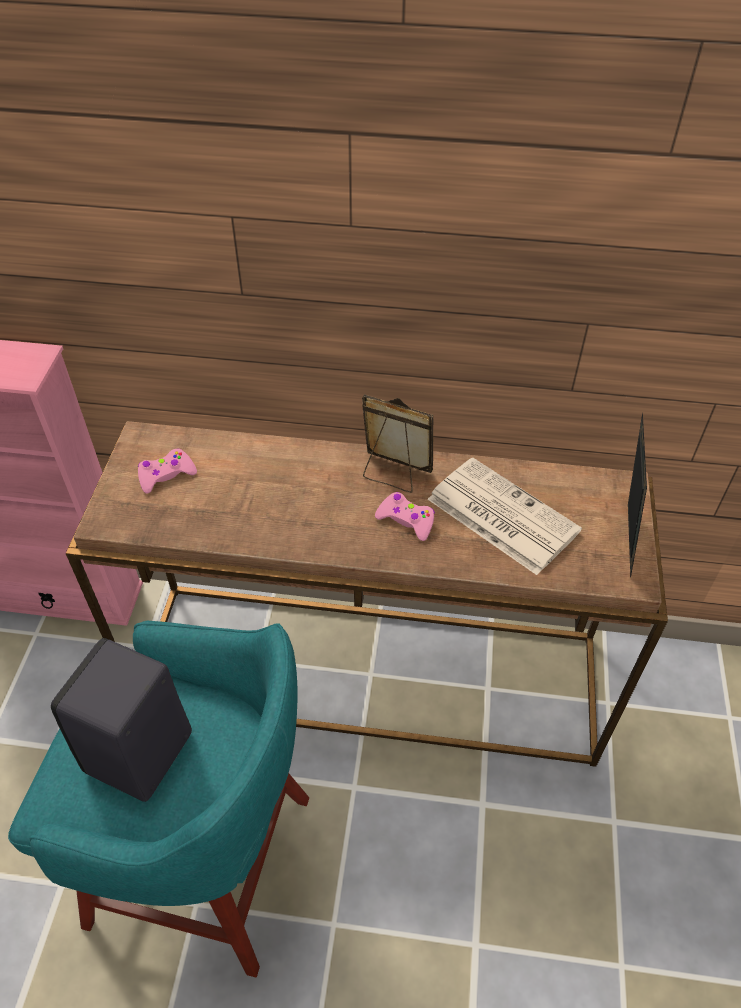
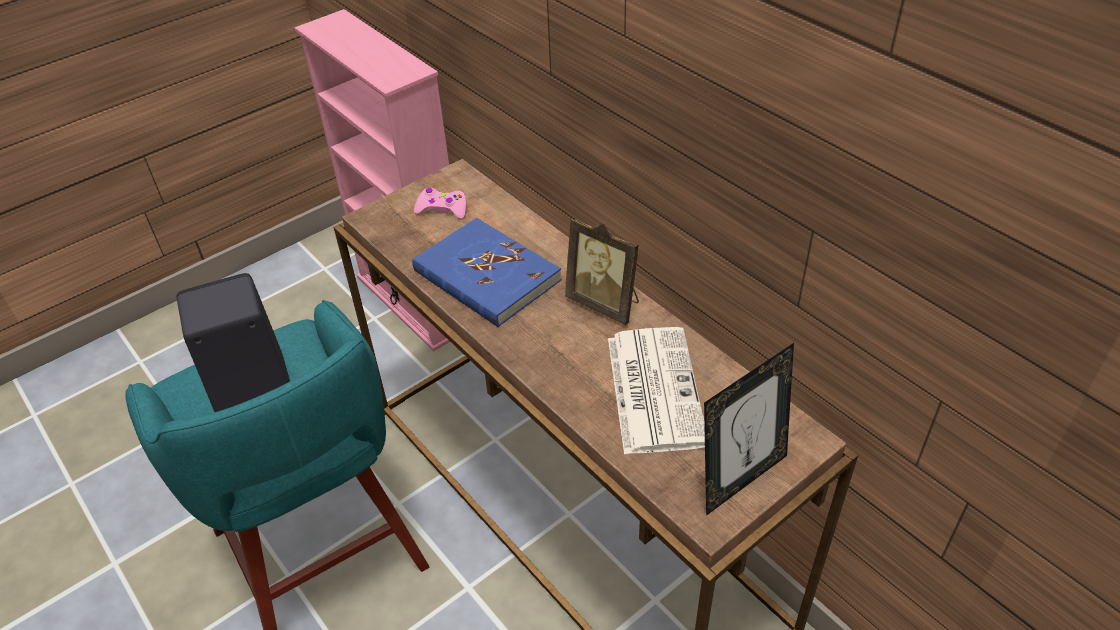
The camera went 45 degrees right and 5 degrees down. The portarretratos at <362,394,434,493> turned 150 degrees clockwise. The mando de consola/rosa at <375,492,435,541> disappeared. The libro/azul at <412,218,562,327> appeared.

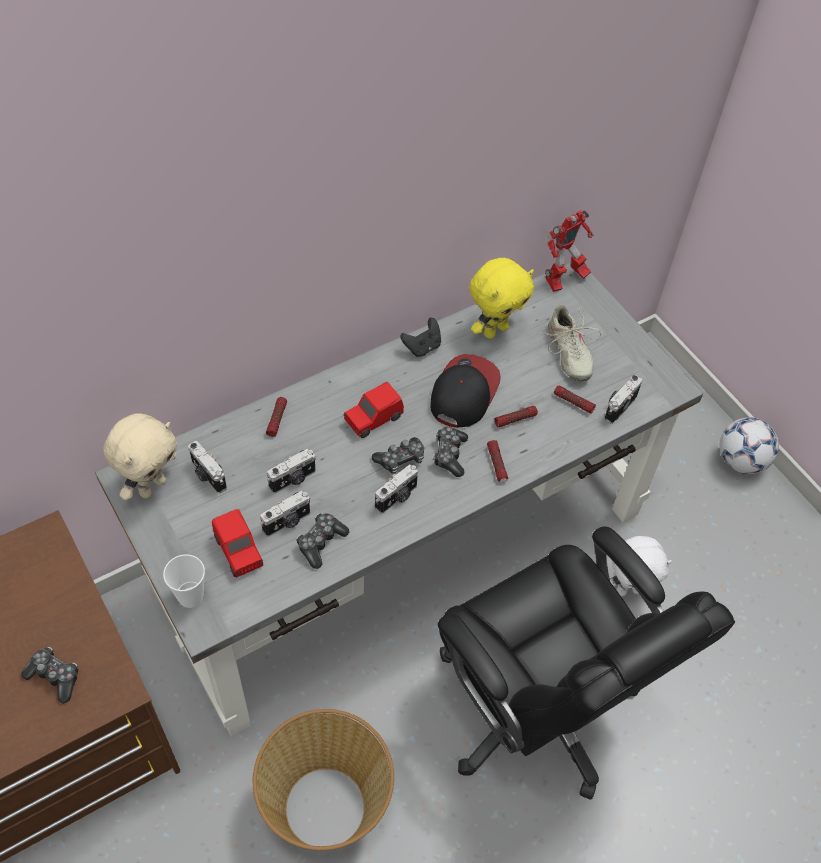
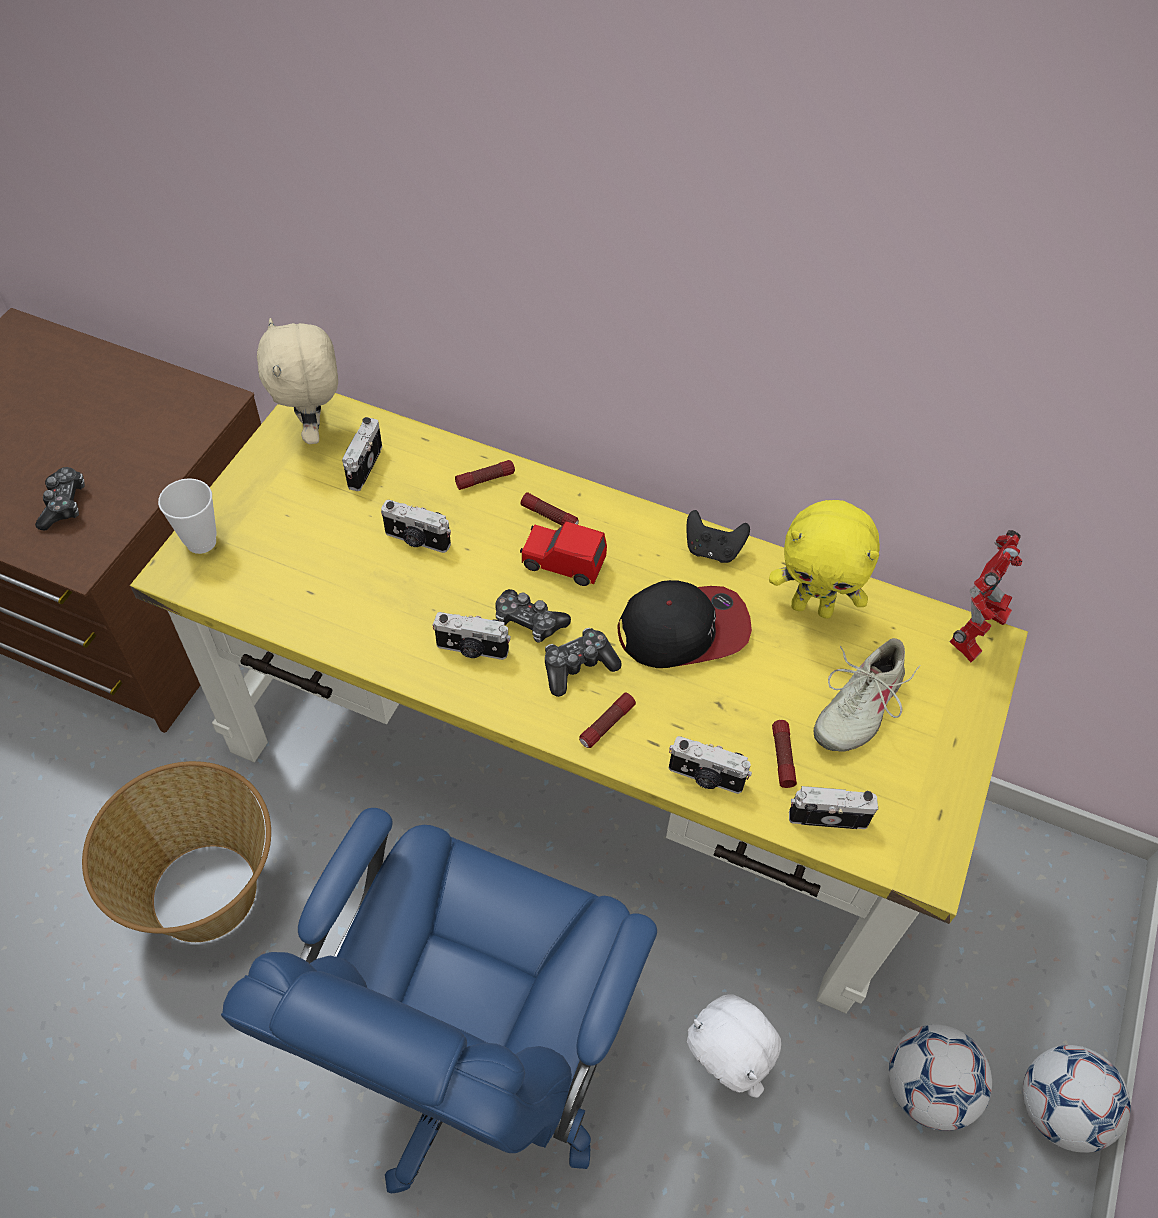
The camera went 55 degrees right and 0 degrees up. The escritorio/gris at <95,262,703,737> became the escritorio/amarillo at <130,393,1028,1014>. The peluche/beis at <103,413,177,500> turned 75 degrees clockwise. The coche de juguete/rojo at <212,509,263,578> disappeared. The cámara moved from <260,491,310,537> to <669,736,752,794>. The mando de consola at <296,513,349,569> disappeared. The silla de oficina/negro at <438,527,735,800> became the silla de oficina/azul at <221,808,657,1193>. The linterna moved from <495,406,538,428> to <520,492,579,526>. The robot de juguete at <545,210,593,292> turned 75 degrees counterclockwise. The balón de fútbol at <889,1024,992,1131> appeared.

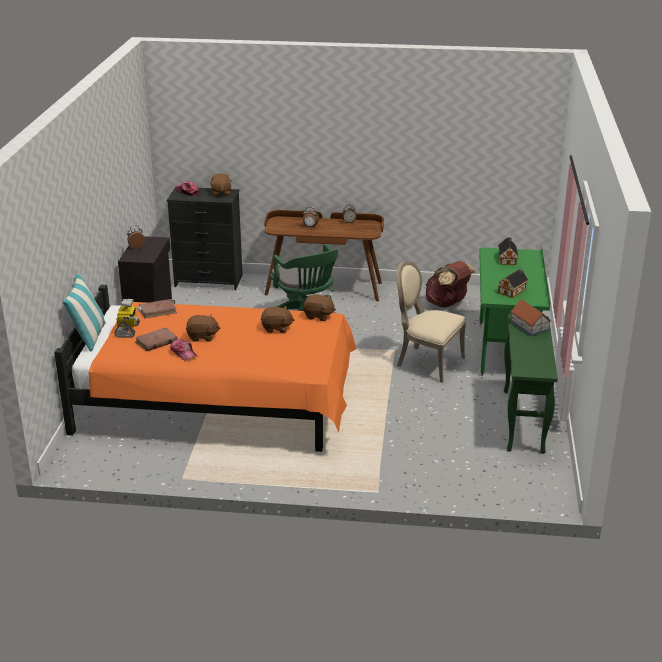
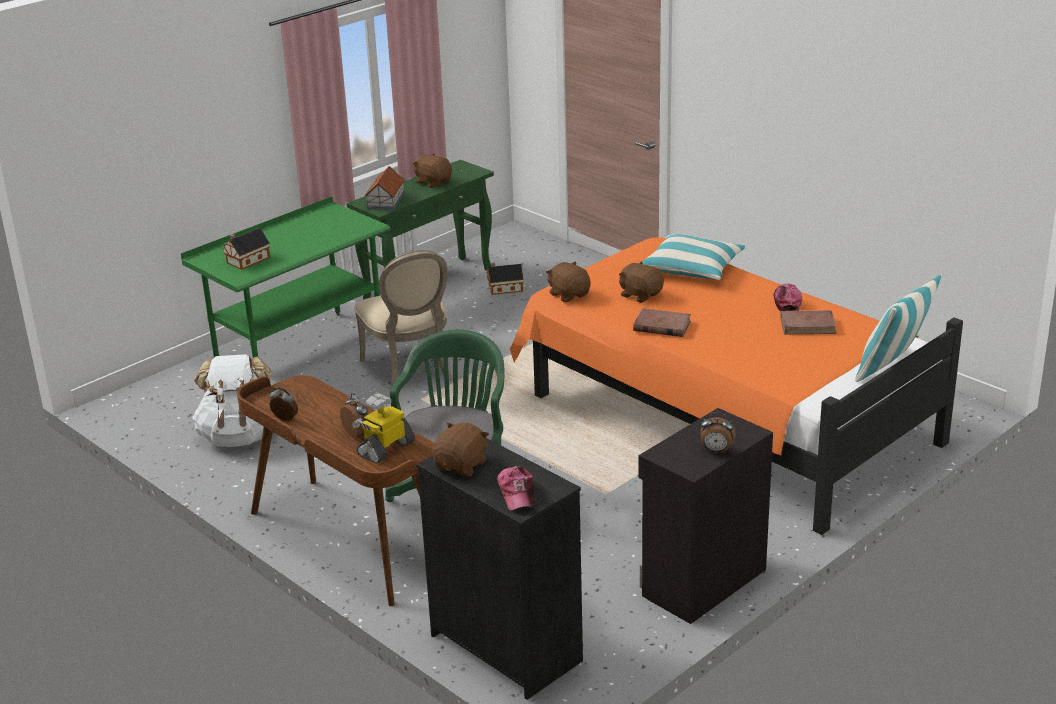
The camera went 140 degrees left and 0 degrees up. The robot de juguete moved from <115,299,142,338> to <352,393,415,463>. The libro/marrón moved from <139,299,177,319> to <633,308,691,337>. The peluche/marrón moved from <186,314,220,342> to <413,154,452,188>. The mochila/marrón at <426,261,476,307> became the mochila/blanco at <192,354,272,447>. The casita moved from <498,268,528,298> to <487,263,524,295>. The cojín at <642,234,745,280> appeared.

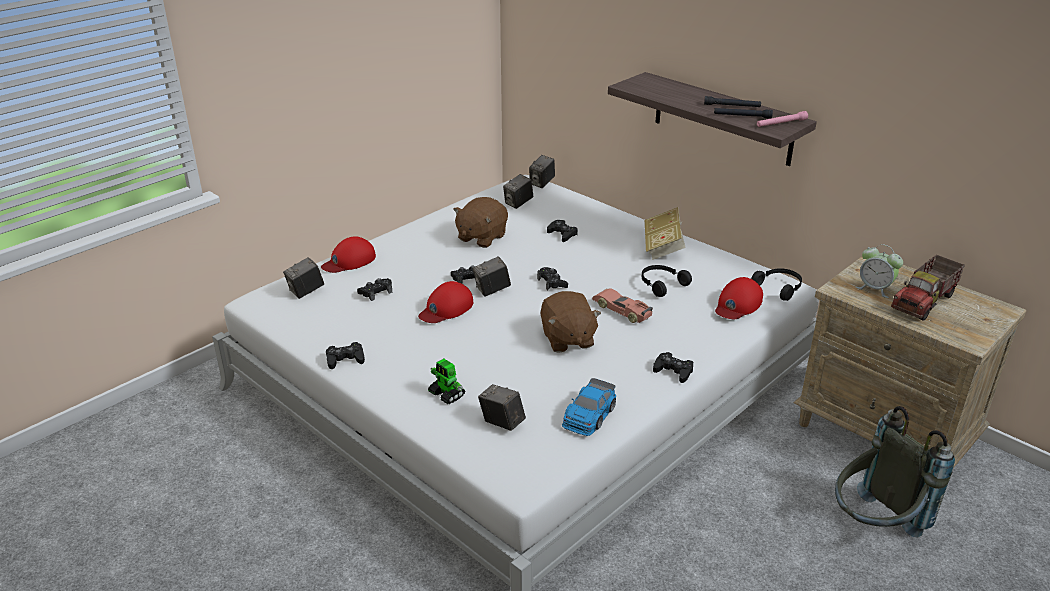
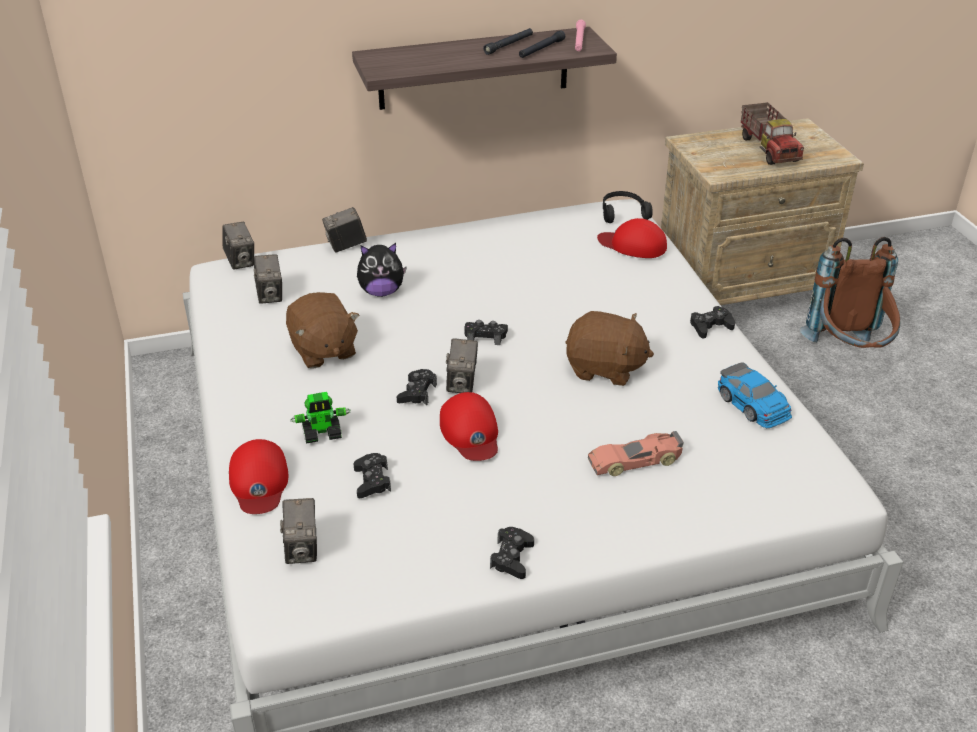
The camera went 60 degrees left and 5 degrees up. The robot de juguete moved from <428,359,465,404> to <290,392,351,444>. The cámara moved from <478,384,526,431> to <322,207,367,252>. The mando de consola/negro at <547,220,578,242> was replaced by the peluche at <357,243,407,297>. The coche de juguete moved from <592,288,653,323> to <588,431,684,476>. The auriculares/negro at <642,265,692,297> disappeared. The libro at <645,207,686,260> disappeared. The gorra/rojo at <715,277,763,319> turned 135 degrees clockwise. The mochila/gris at <835,406,955,538> became the mochila/marrón at <800,237,901,348>. The despertador at <856,244,903,298> disappeared.

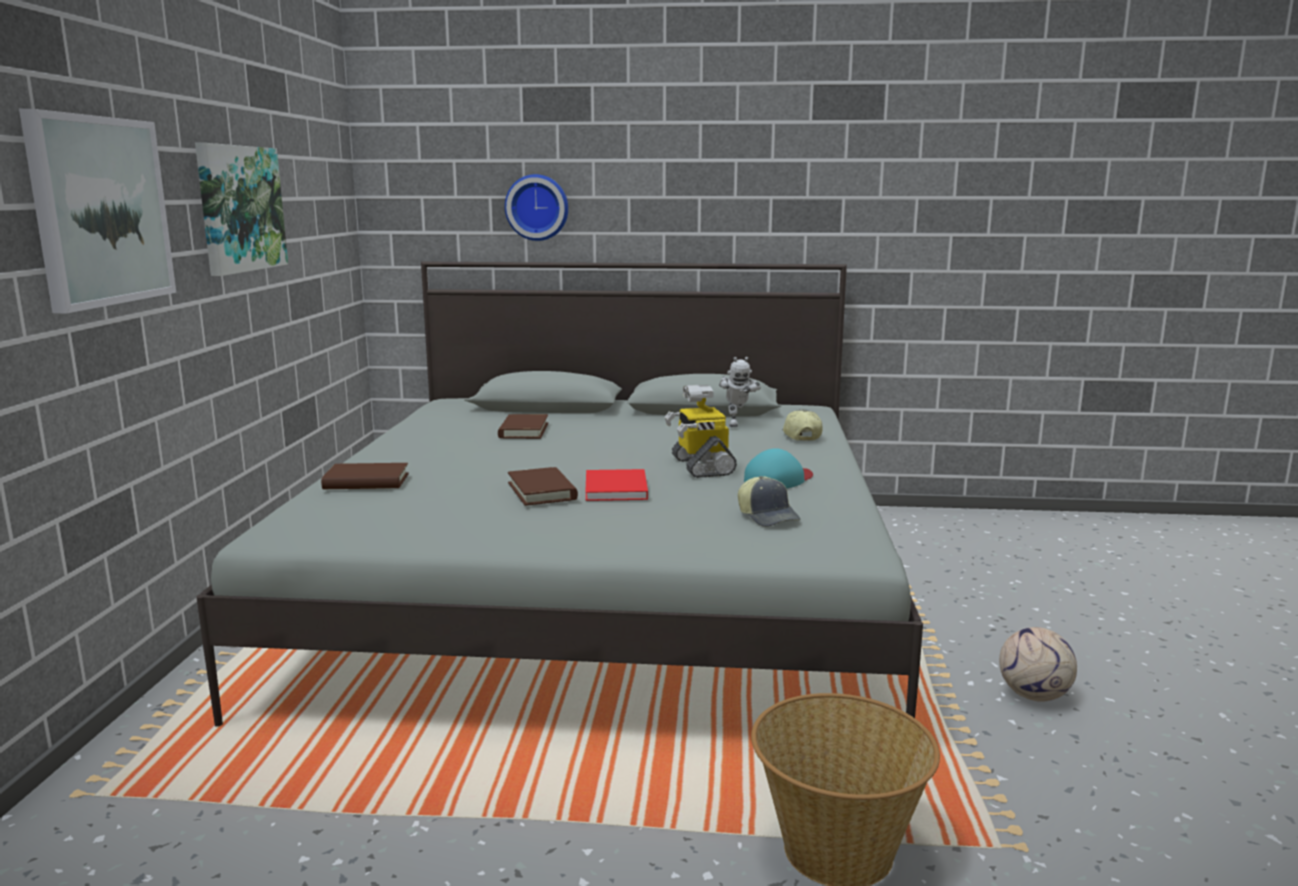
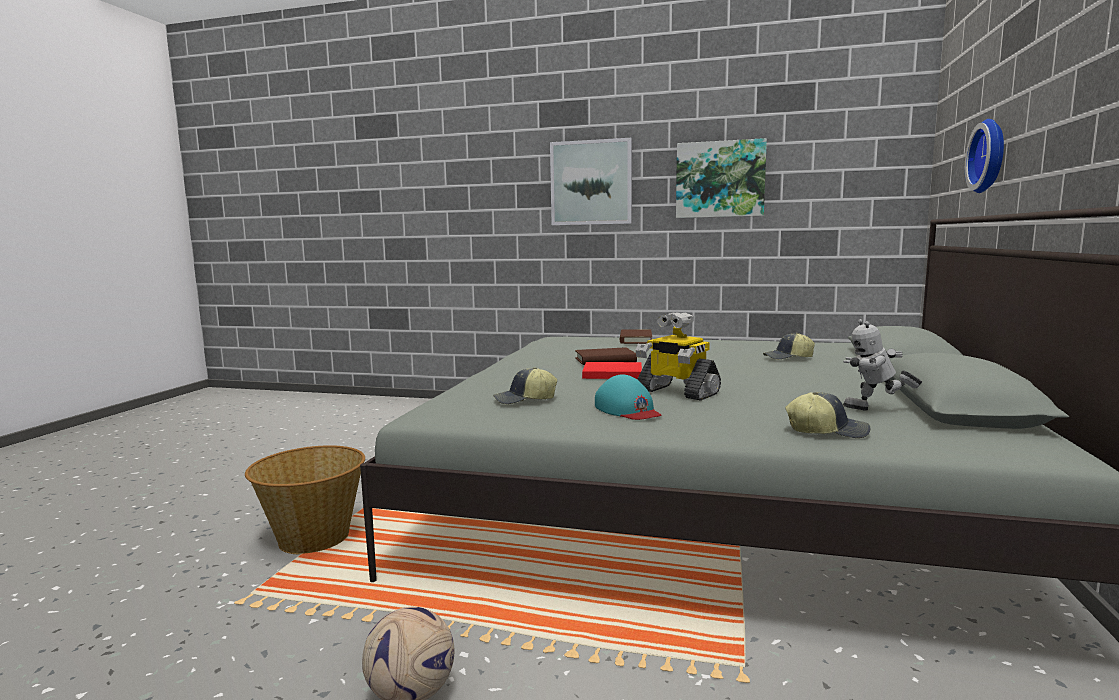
The camera went 100 degrees right and 5 degrees down. The libro/marrón at <498,414,548,439> was replaced by the gorra at <763,333,815,360>. The robot de juguete at <665,385,737,478> turned 135 degrees counterclockwise.

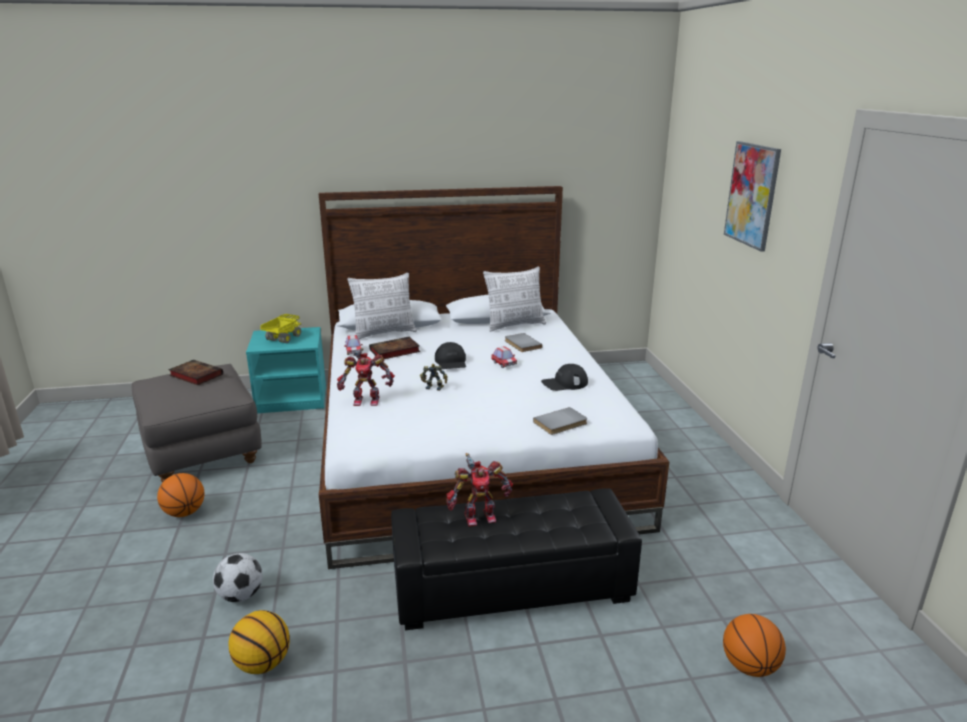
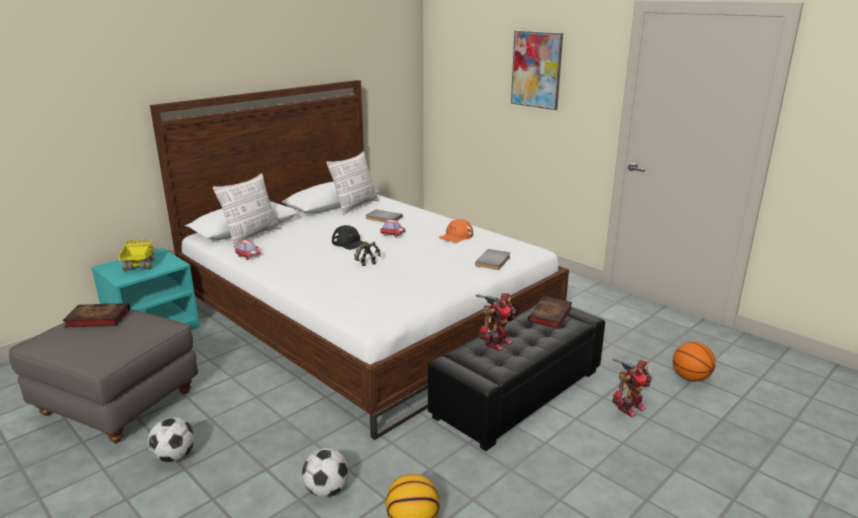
The camera went 35 degrees left and 0 degrees up. The balón de baloncesto at <157,473,204,517> was replaced by the balón de fútbol at <148,417,195,462>. The robot de juguete moved from <337,348,395,406> to <612,359,652,417>. The libro moved from <369,337,420,359> to <528,296,573,329>. The gorra/negro at <541,364,588,391> became the gorra/naranja at <439,219,473,243>.

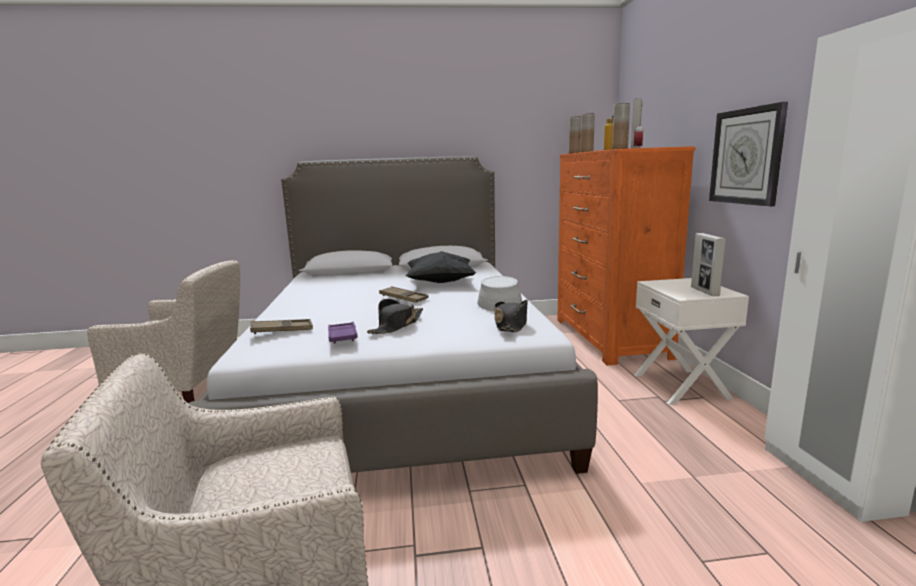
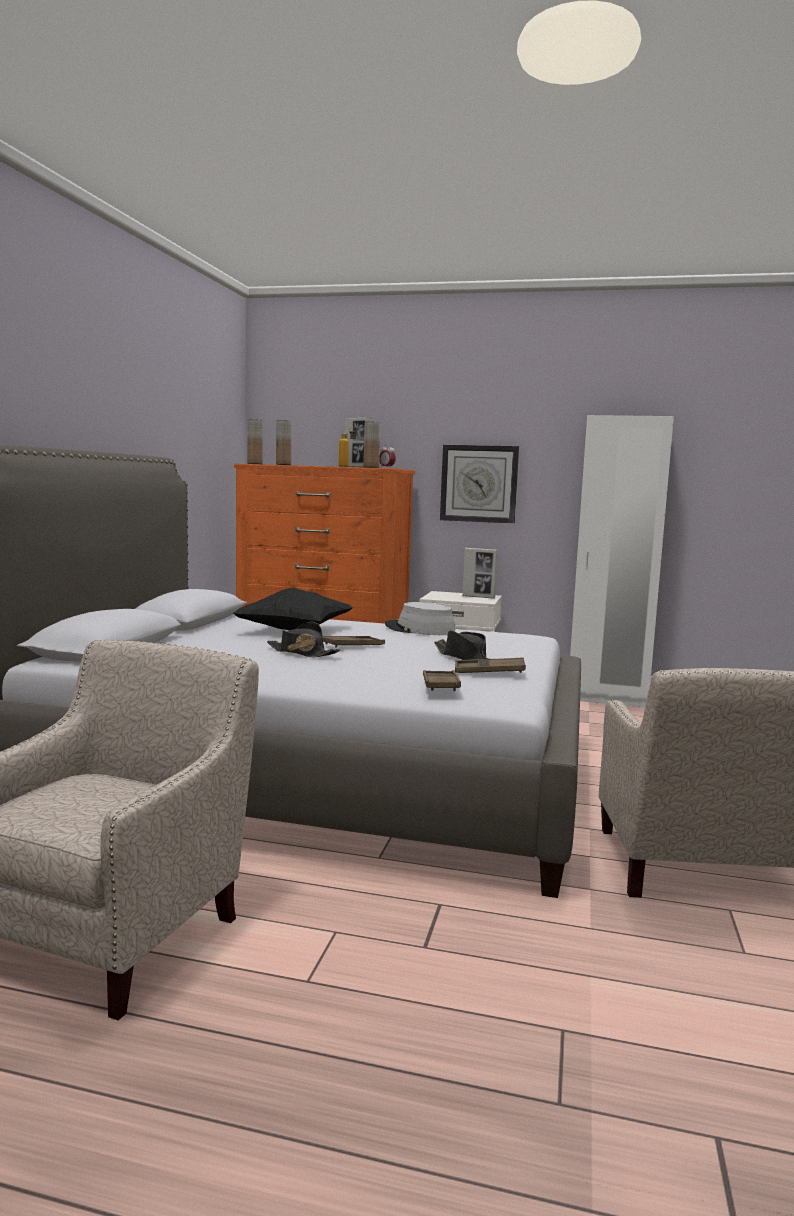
The camera went 70 degrees left and 5 degrees down. The bandeja/morado at <328,322,358,344> became the bandeja/marrón at <455,658,526,673>. The sombrero/negro moved from <495,299,528,332> to <267,622,341,658>.

